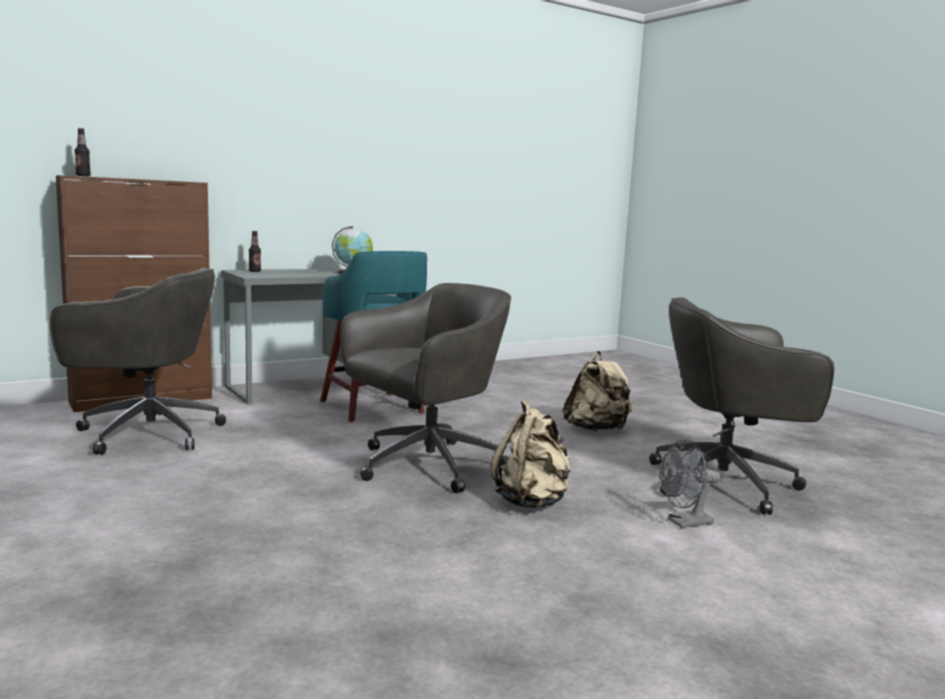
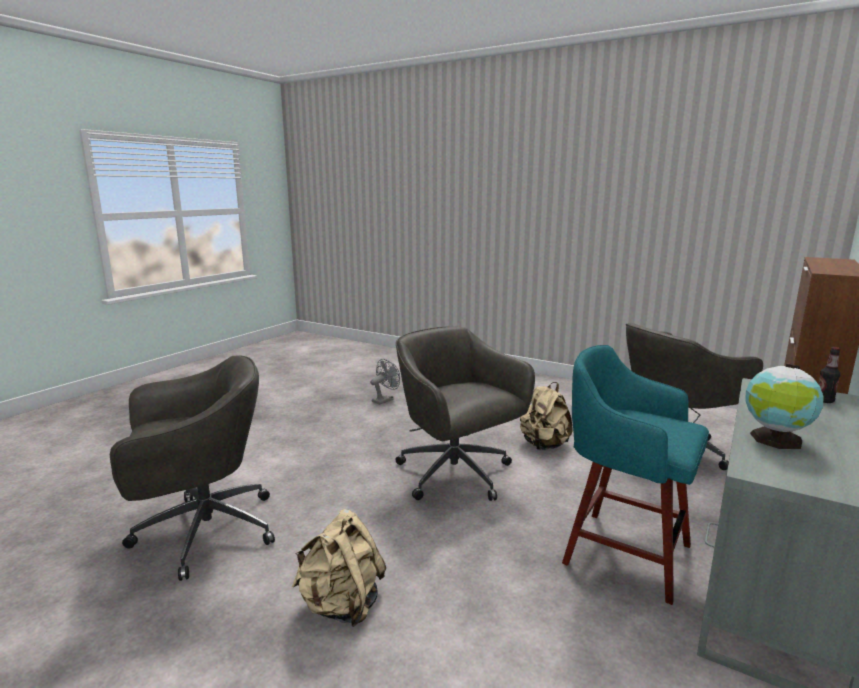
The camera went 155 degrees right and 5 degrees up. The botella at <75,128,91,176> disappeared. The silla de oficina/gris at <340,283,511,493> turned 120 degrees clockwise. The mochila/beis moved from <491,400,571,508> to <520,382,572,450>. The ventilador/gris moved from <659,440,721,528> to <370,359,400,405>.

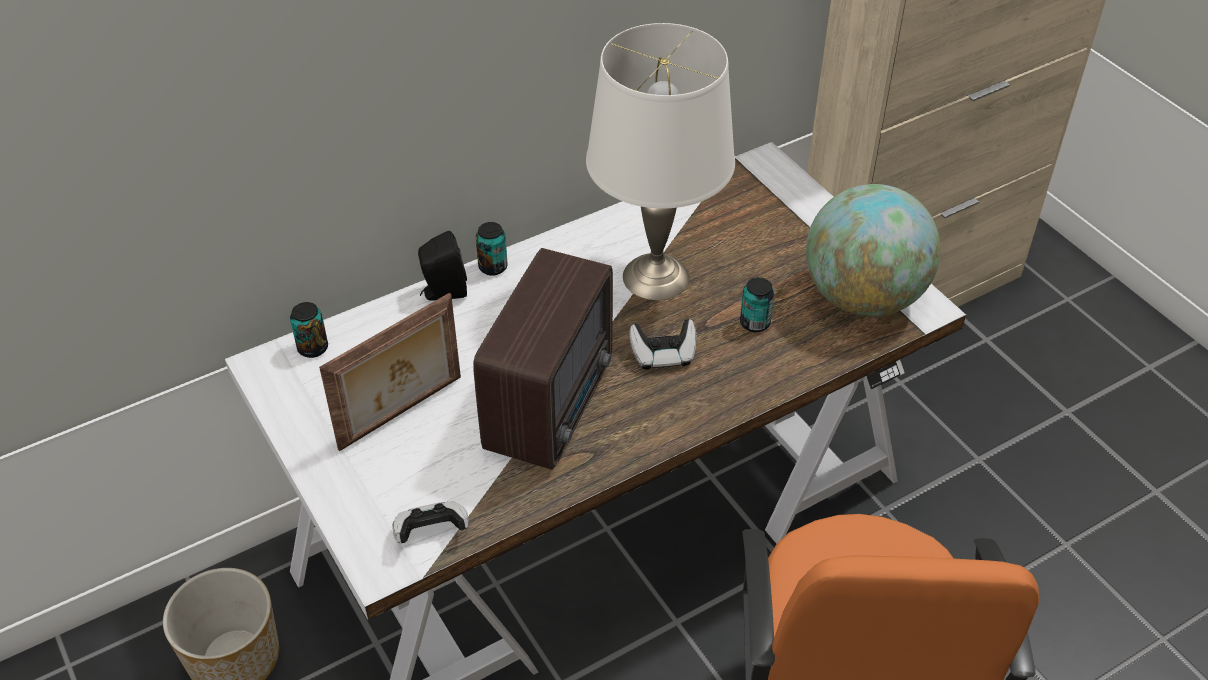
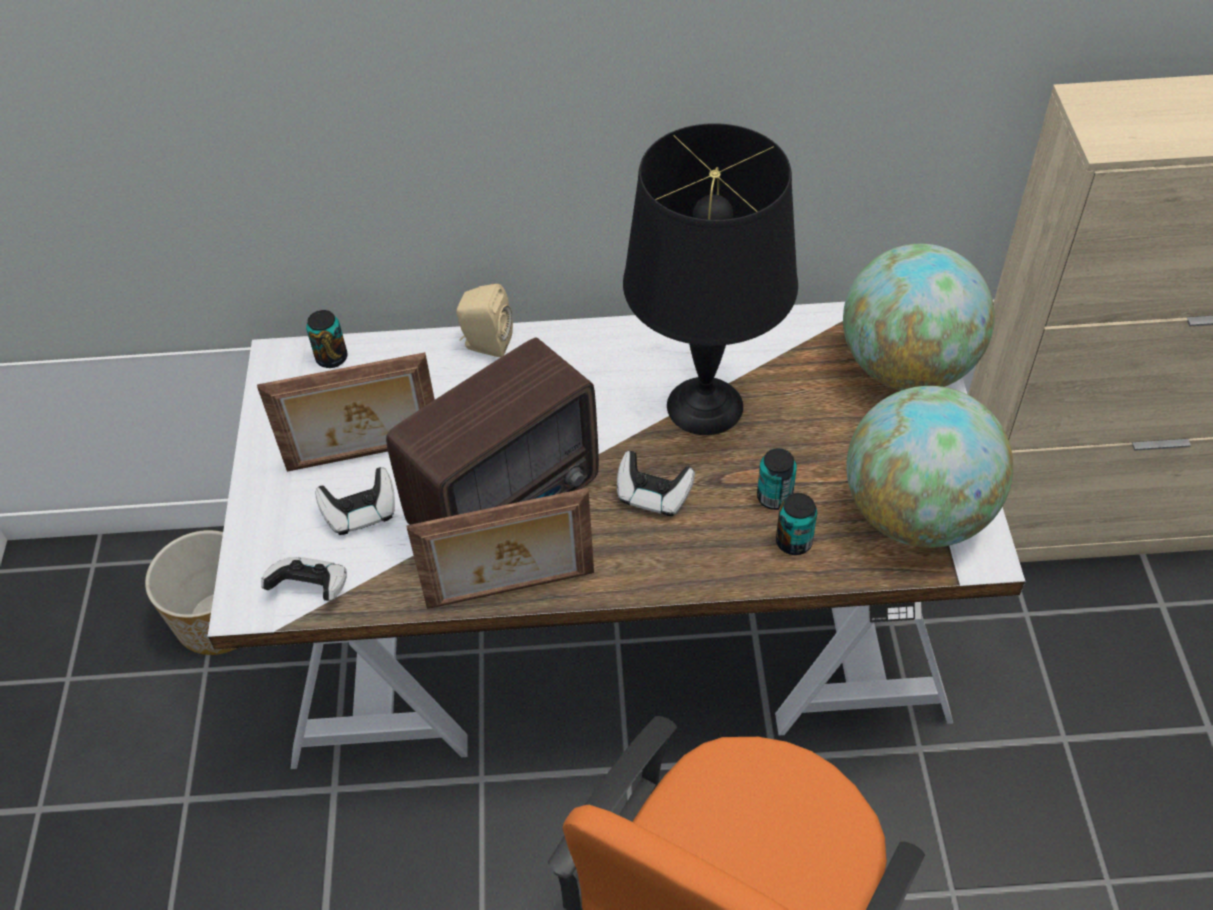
The camera went 30 degrees right and 5 degrees up. The altavoz/negro at <418,231,467,301> became the altavoz/beis at <456,284,513,358>. The lata moved from <476,222,508,276> to <776,493,817,555>. The lámpara de mesa/blanco at <586,23,735,300> became the lámpara de mesa/negro at <623,123,798,435>. The mando de consola at <315,467,395,535> appeared. The portarretratos at <406,488,594,609> appeared. The globo terráqueo at <843,244,995,390> appeared.

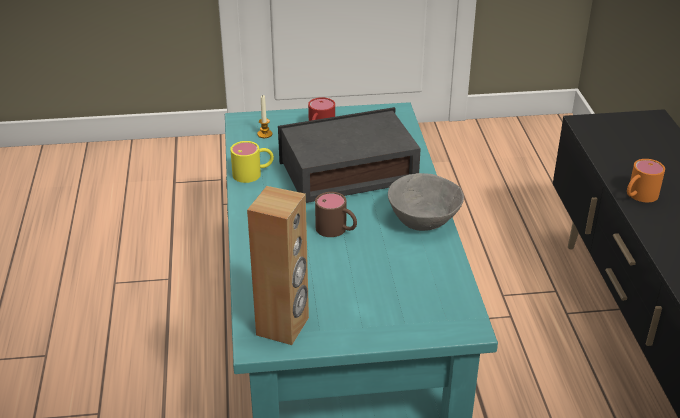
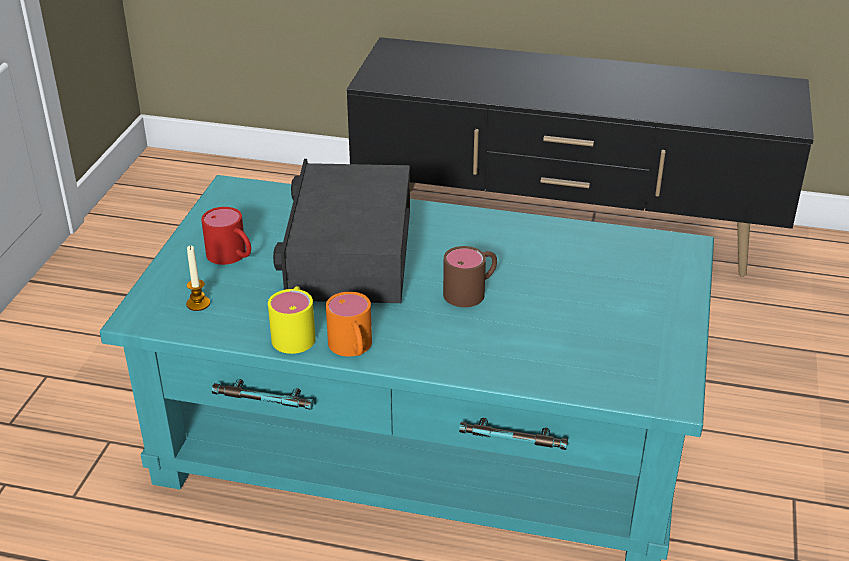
The camera went 70 degrees left and 0 degrees up. The altavoz/marrón at <247,186,309,345> disappeared. The cuenco/gris at <388,173,464,231> disappeared. The taza grande/naranja moved from <627,159,665,202> to <326,292,372,356>.

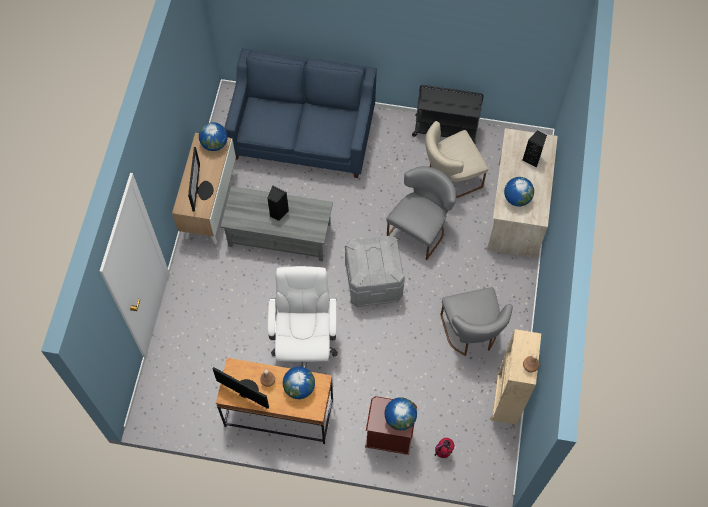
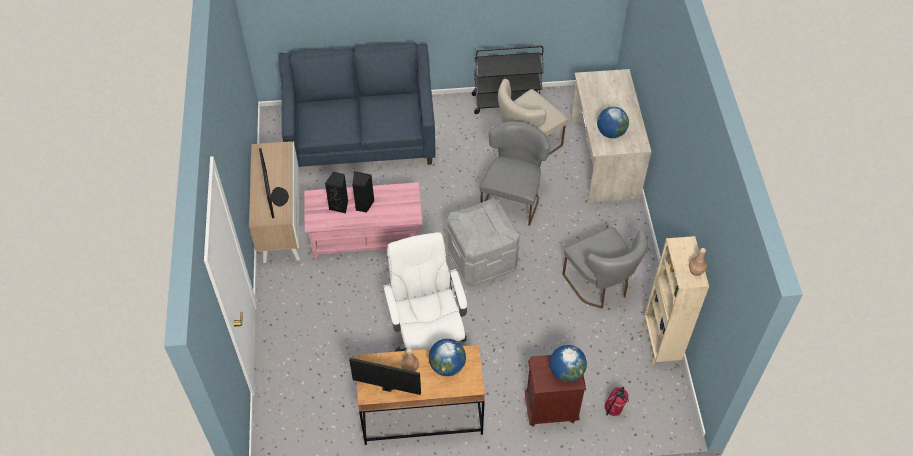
The camera went 15 degrees left and 10 degrees down. The globo terráqueo at <199,122,228,151> disappeared. The mesa de centro/gris at <221,186,333,262> became the mesa de centro/rosa at <304,182,423,260>. The altavoz/negro moved from <522,130,547,167> to <325,172,348,213>.

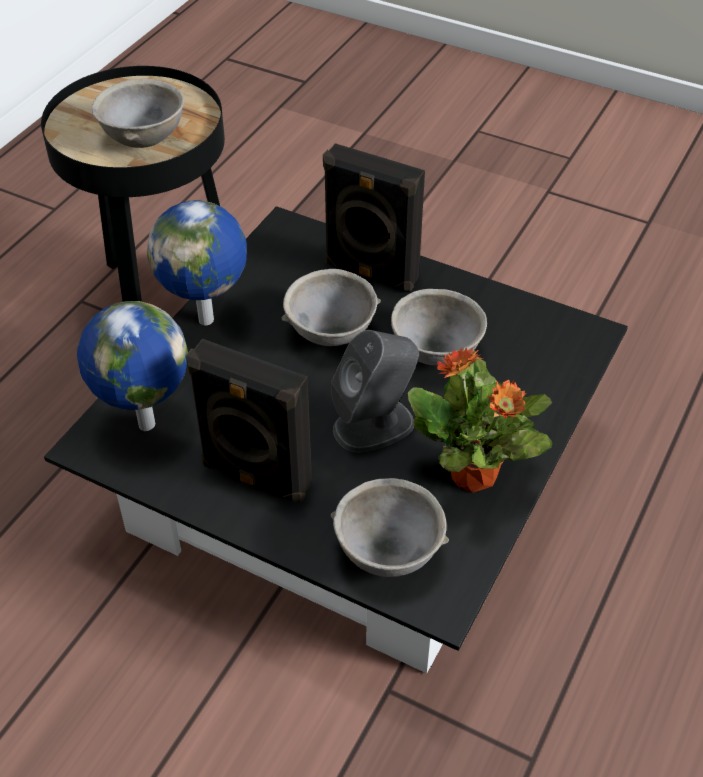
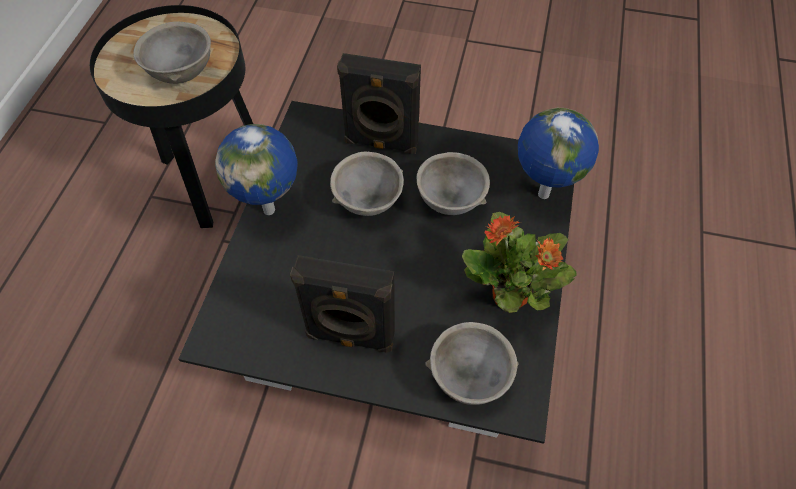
The camera went 15 degrees left and 10 degrees up. The globo terráqueo moved from <77,301,188,431> to <518,108,599,199>. The altavoz/gris at <331,330,419,452> disappeared.

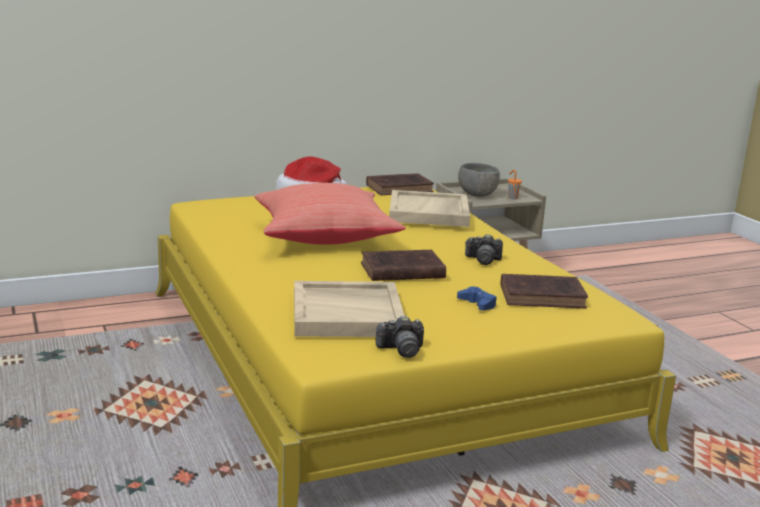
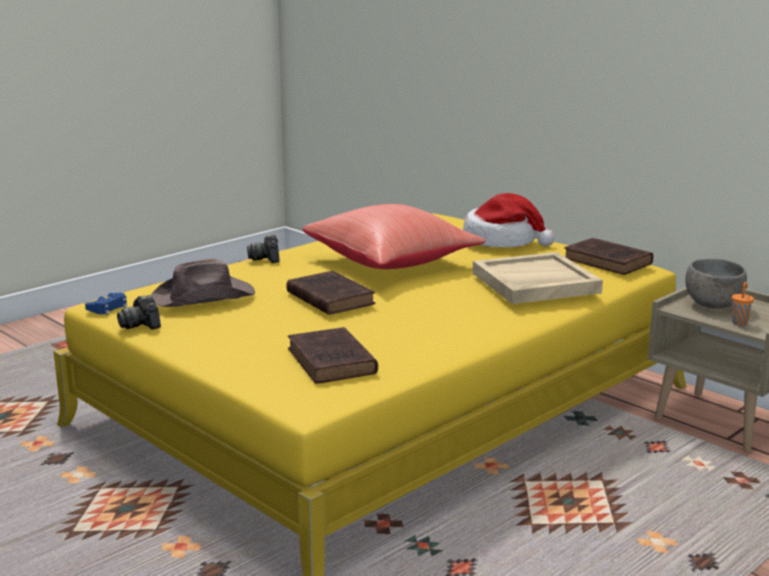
The camera went 70 degrees right and 0 degrees up. The bandeja/beis at <294,281,405,337> was replaced by the sombrero/marrón at <150,258,255,307>. The mando de consola/azul moved from <457,287,497,310> to <85,293,127,315>. The cámara moved from <465,234,503,265> to <247,235,280,263>.

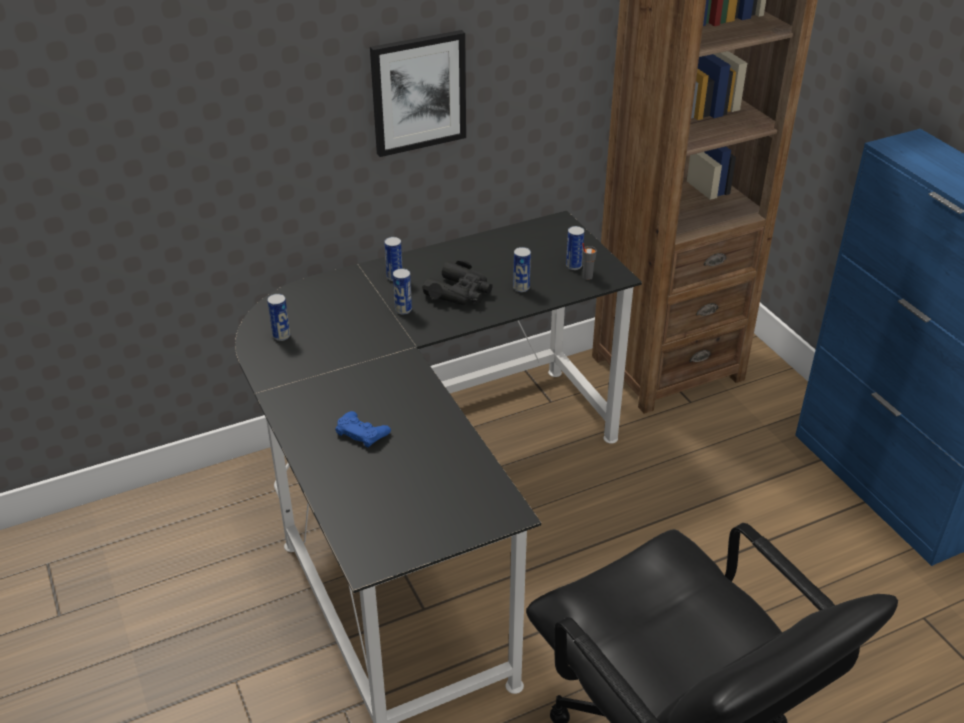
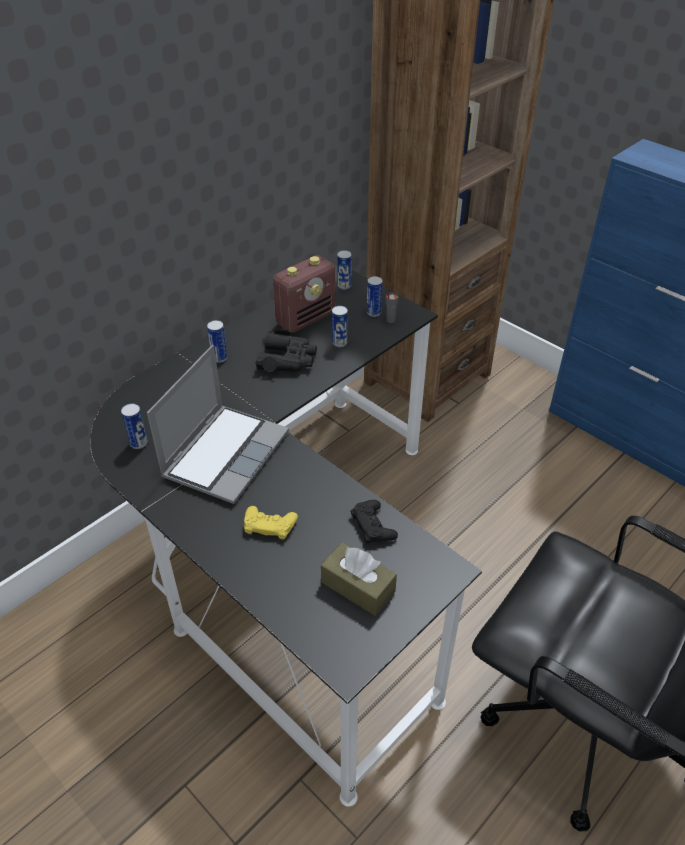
The camera went 20 degrees left and 5 degrees up. The mando de consola/azul at <335,411,391,448> became the mando de consola/amarillo at <244,506,298,540>. The cuadro at <370,30,466,157> disappeared. The lata moved from <393,268,412,314> to <337,250,352,290>. The portátil at <147,345,289,504> appeared. The radio at <273,255,335,333> appeared. The caja de pañuelos/marrón at <321,542,397,616> appeared. The mando de consola/negro at <350,500,398,543> appeared.

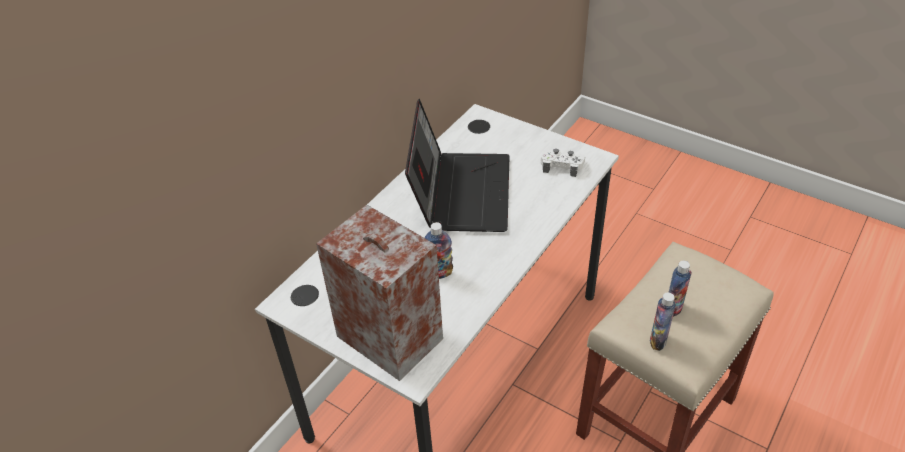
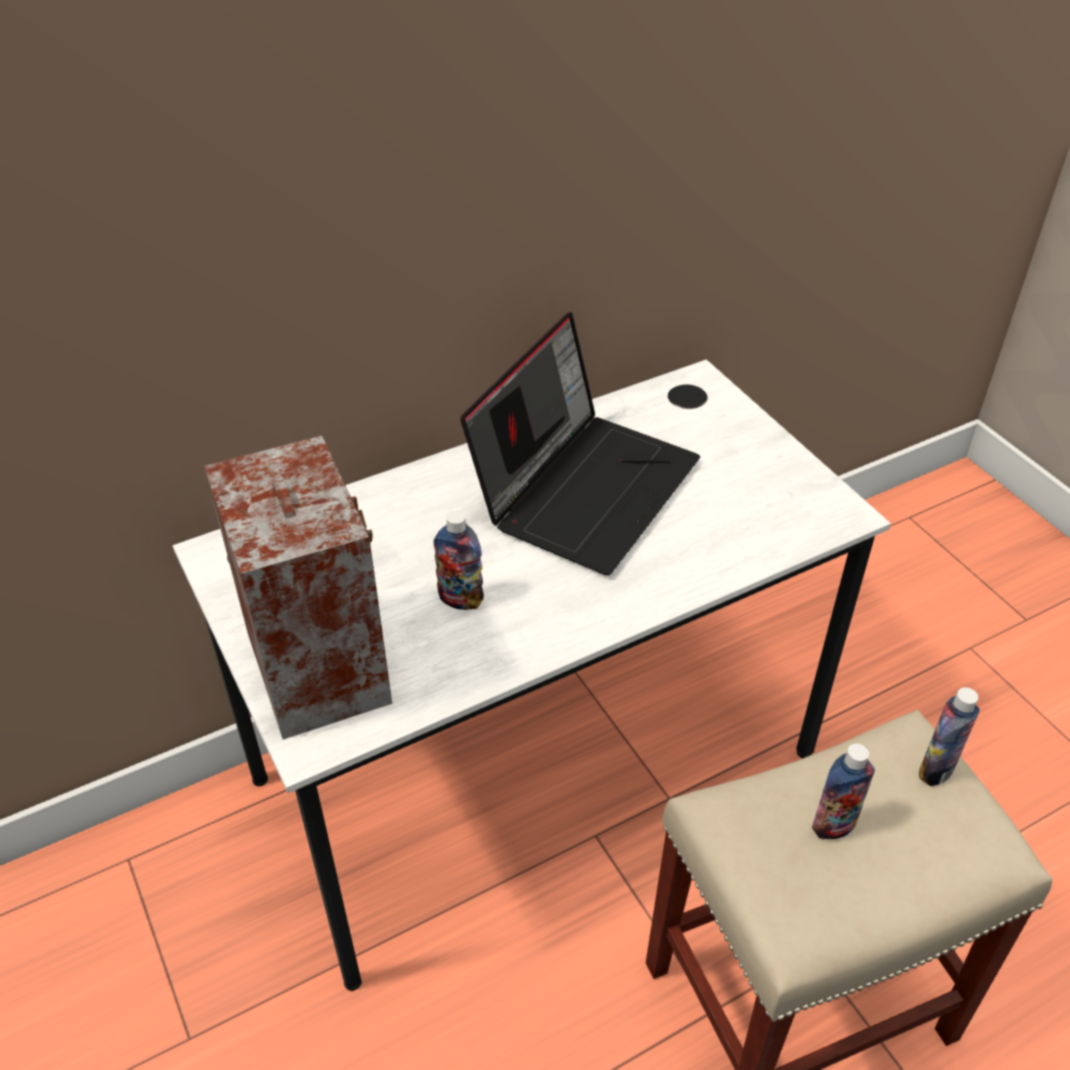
The camera went 25 degrees right and 0 degrees up. The mando de consola/blanco at <540,149,585,177> disappeared. The botella moved from <650,292,676,351> to <919,687,980,786>.

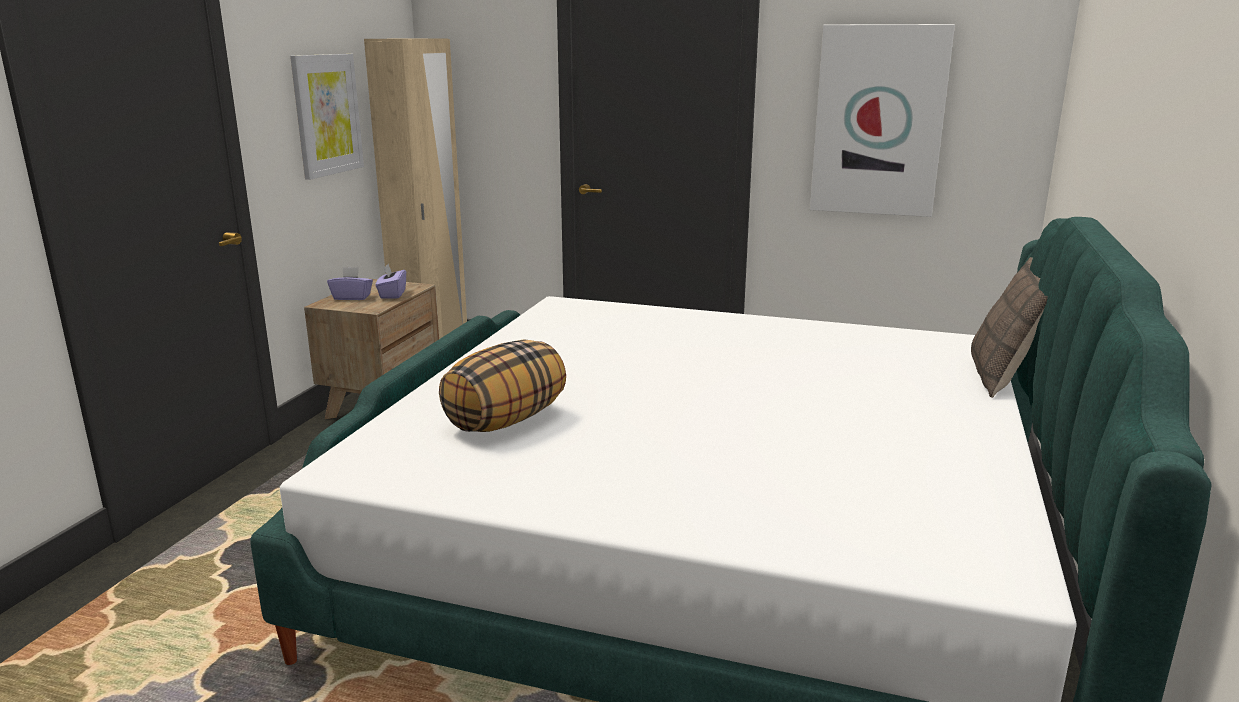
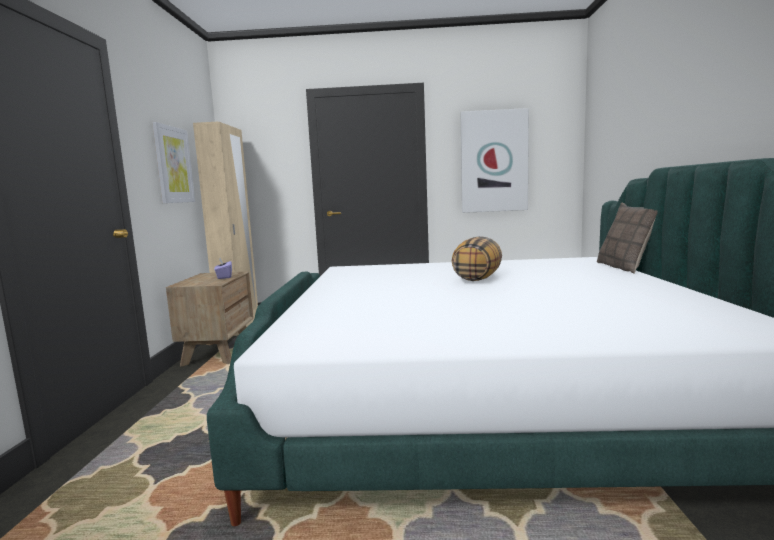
The camera went 15 degrees left and 10 degrees down. The caja de pañuelos/morado at <327,267,373,300> disappeared. The cojín moved from <439,340,566,432> to <452,236,502,281>.

